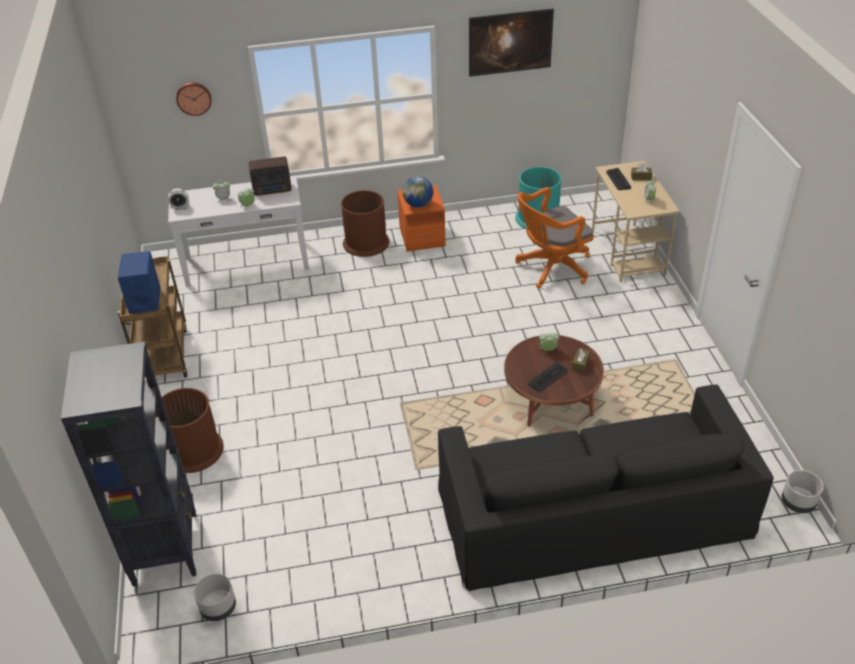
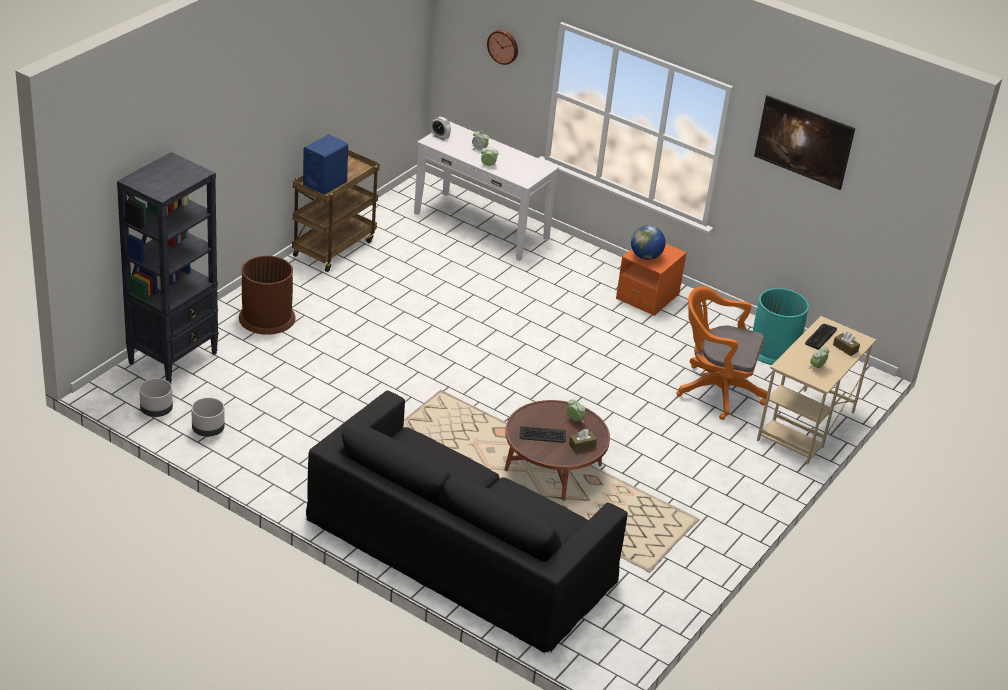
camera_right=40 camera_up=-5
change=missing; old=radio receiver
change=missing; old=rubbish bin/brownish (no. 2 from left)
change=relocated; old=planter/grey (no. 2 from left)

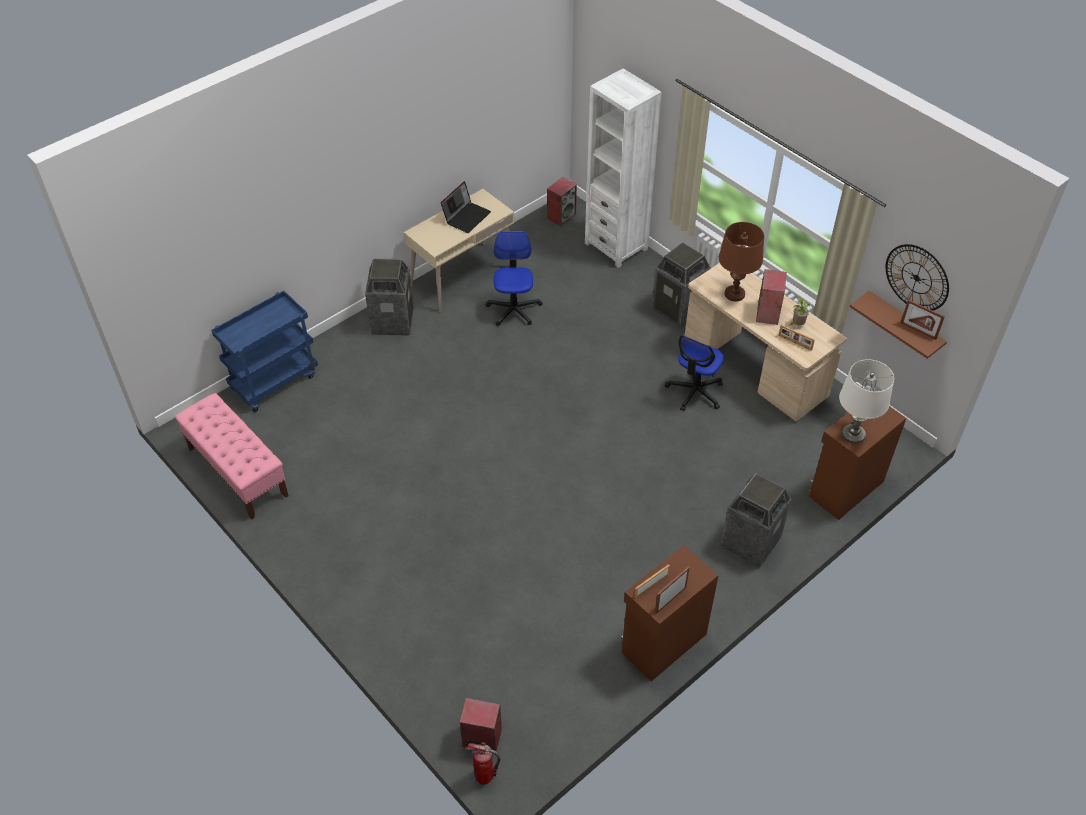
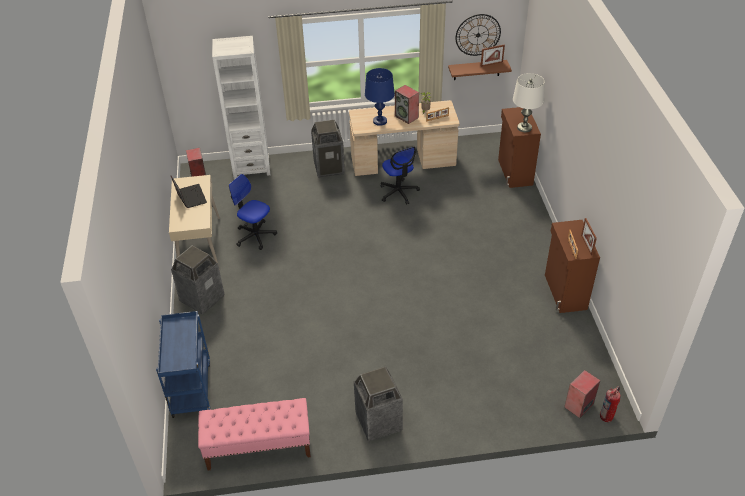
camera_right=-55 camera_up=-5
change=colour; old=tabletop lamp/brownish; new=tabletop lamp/blue
change=relocated; old=rubbish bin (no. 3 from left)

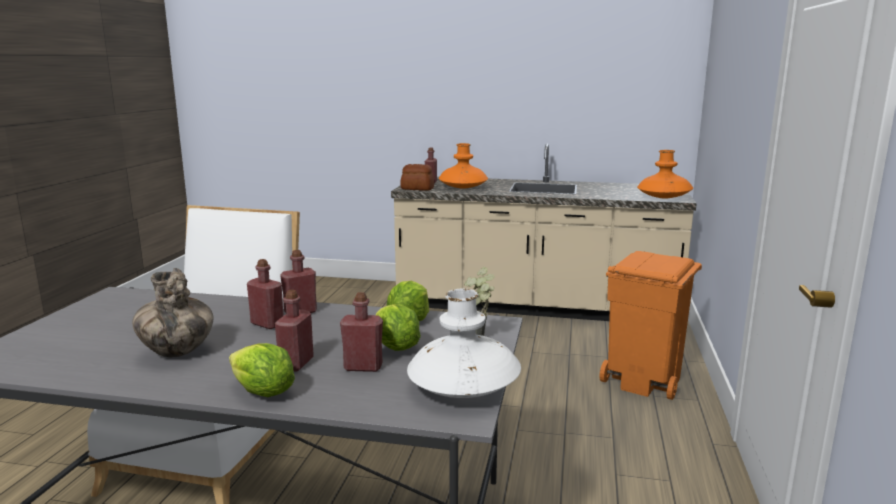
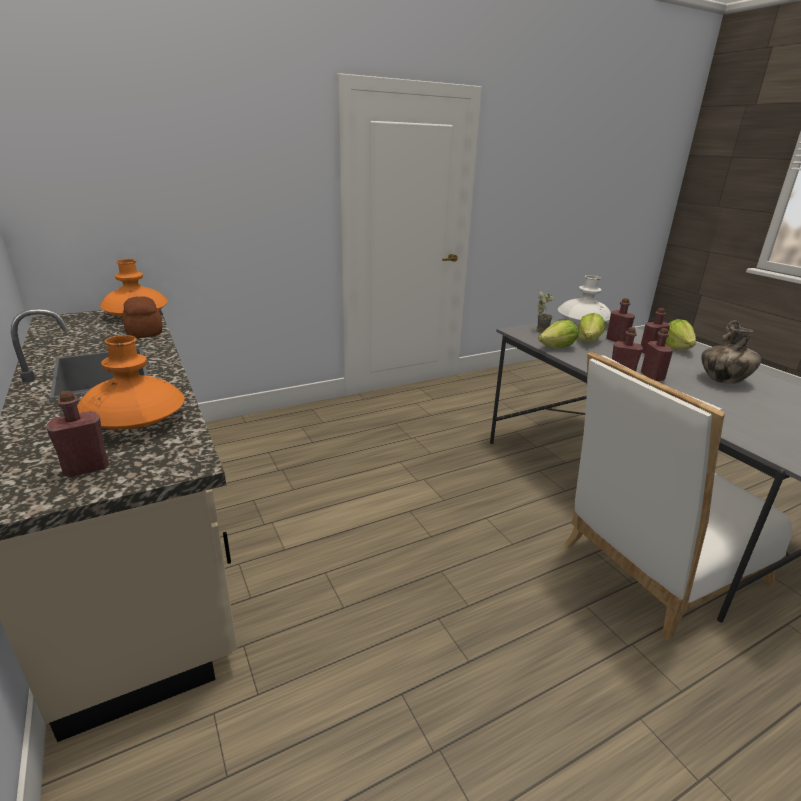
camera_right=-130 camera_up=10
change=relocated; old=baked bread
change=missing; old=rubbish bin/orange-coloured

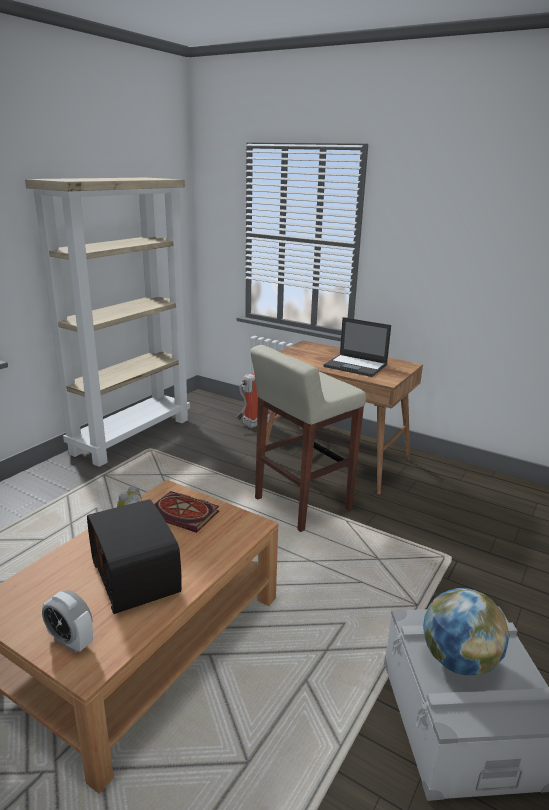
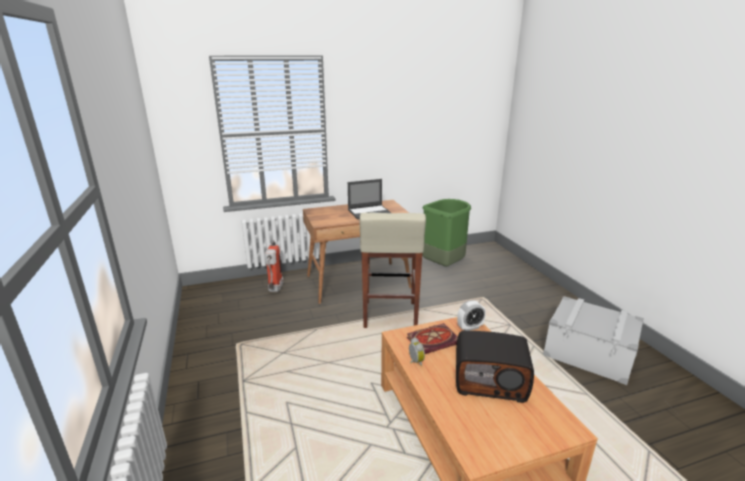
camera_right=-50 camera_up=0
change=missing; old=shelving unit/sand-coloured
change=missing; old=desk globe
change=relocated; old=bedside clock (no. 1 from left in the first image); new=bedside clock (no. 2 from left)
change=appeared; new=rubbish bin/greenish

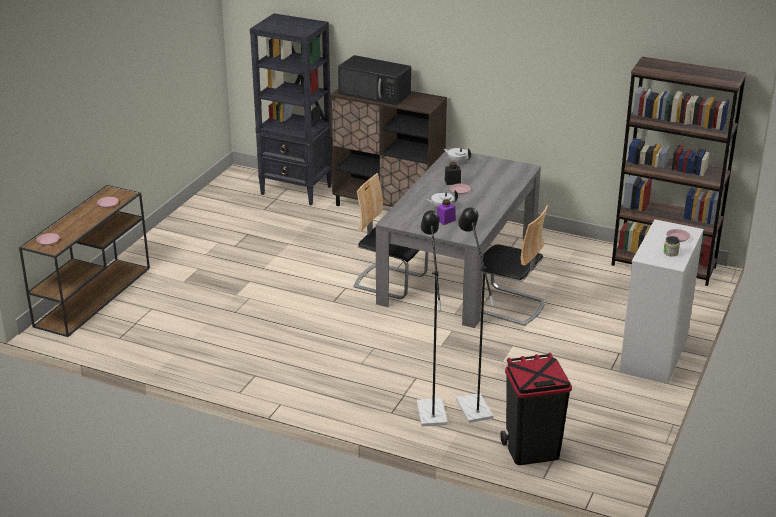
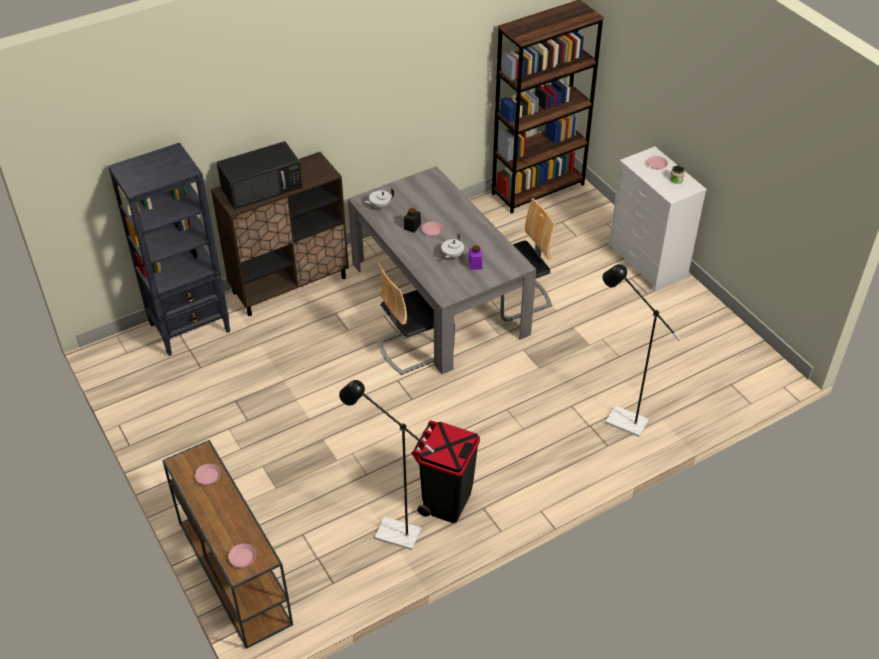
camera_right=-55 camera_up=15
change=relocated; old=standing lamp/black-coloured (no. 2 from left in the first image); new=standing lamp/black-coloured (no. 1 from left)
change=relocated; old=rubbish bin/black-coloured

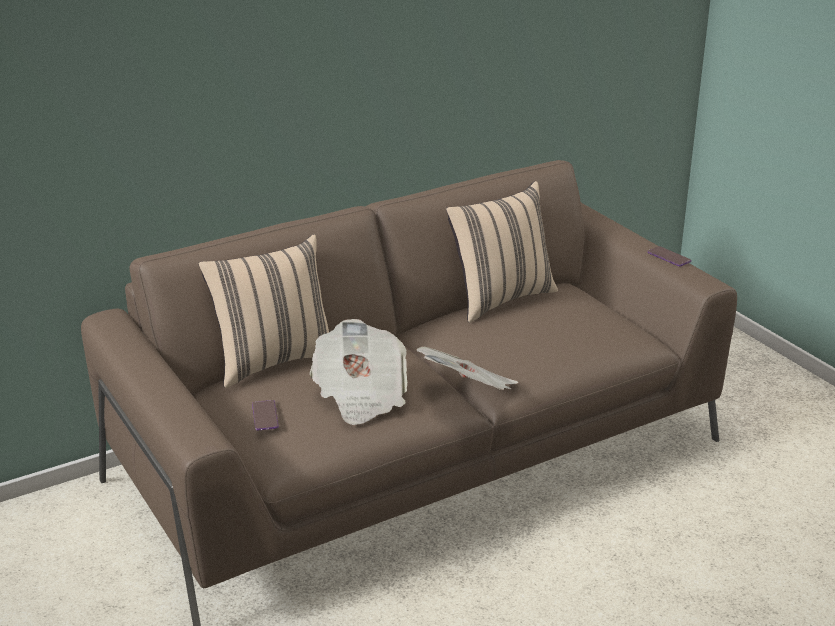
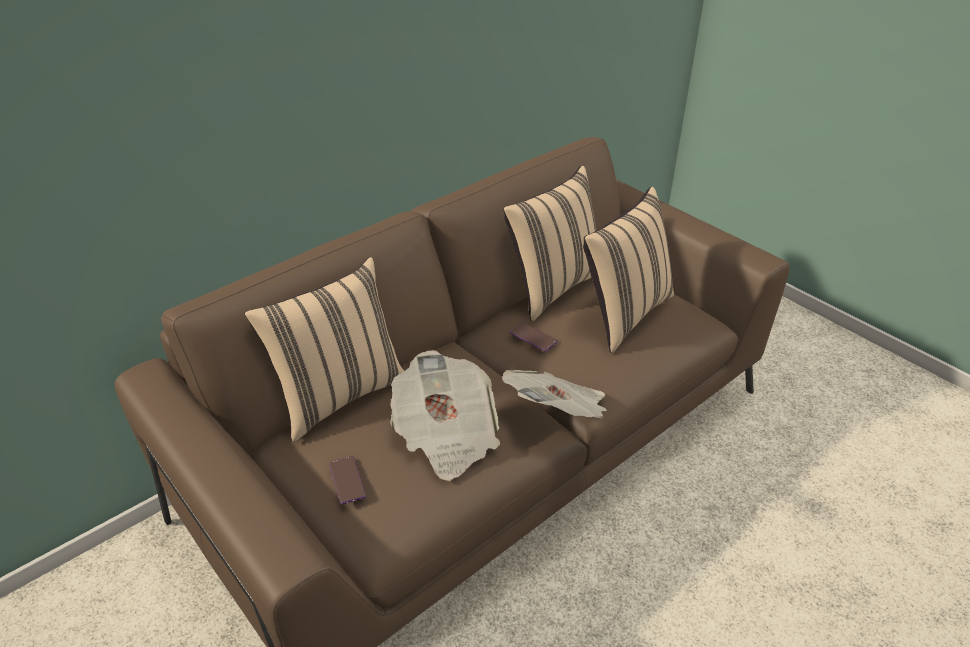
camera_right=-10 camera_up=10
change=relocated; old=telephone (no. 2 from left)
change=appeared; new=cushion/sand-coloured (no. 3 from left)

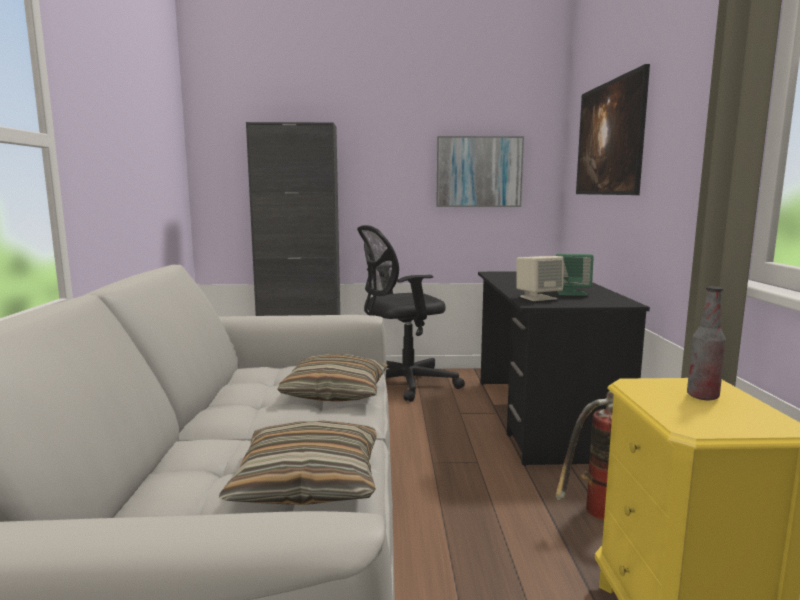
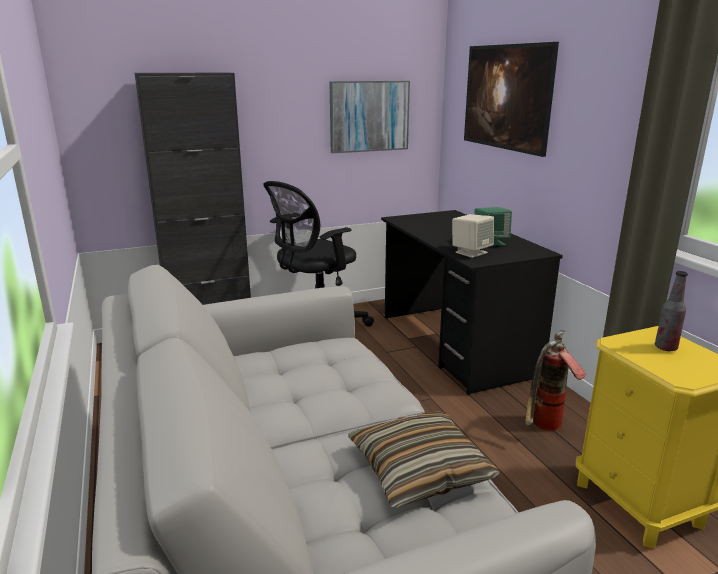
camera_right=-20 camera_up=10
change=missing; old=cushion (no. 2 from left)

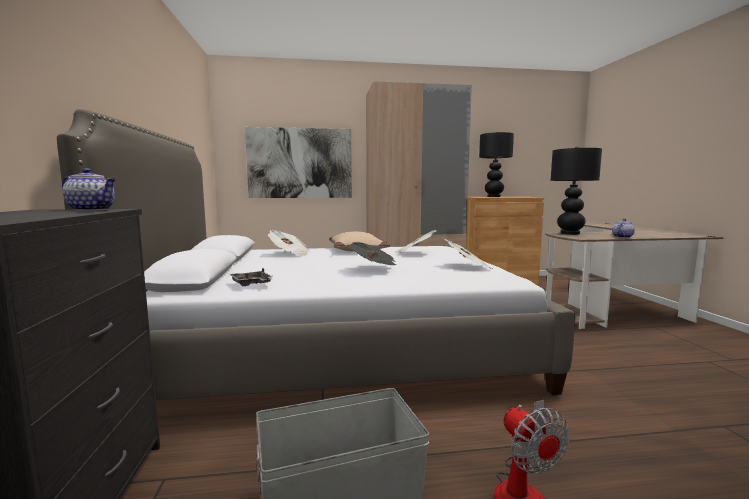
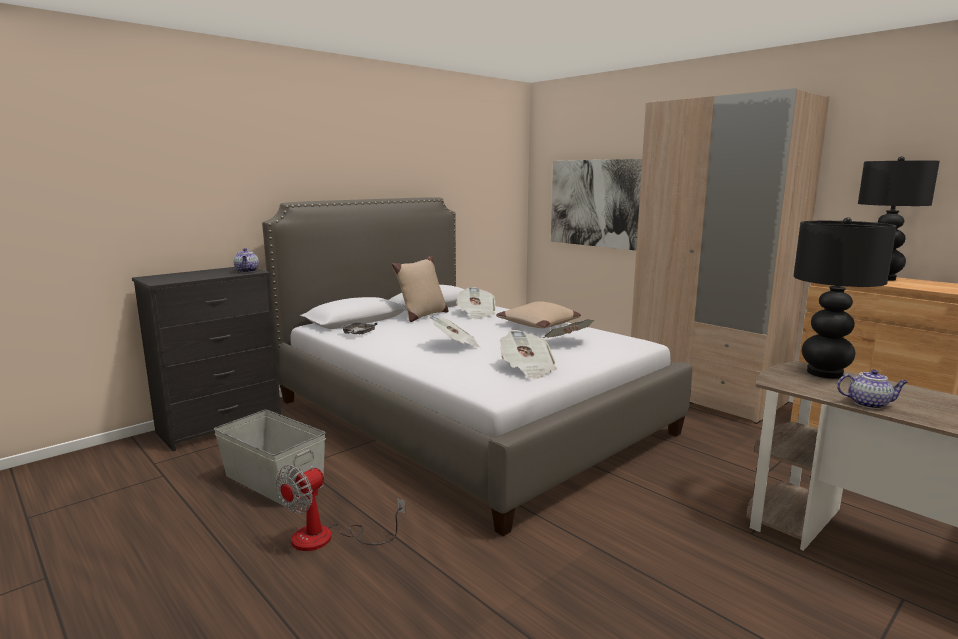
camera_right=55 camera_up=5
change=appeared; new=cushion/sand-coloured (no. 1 from left)

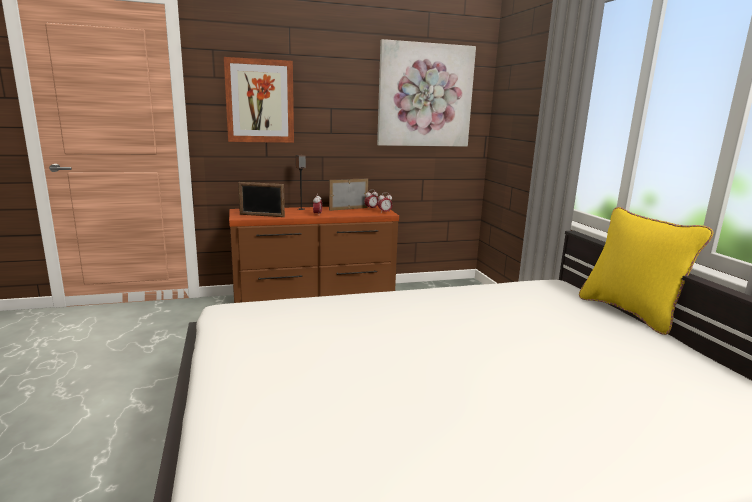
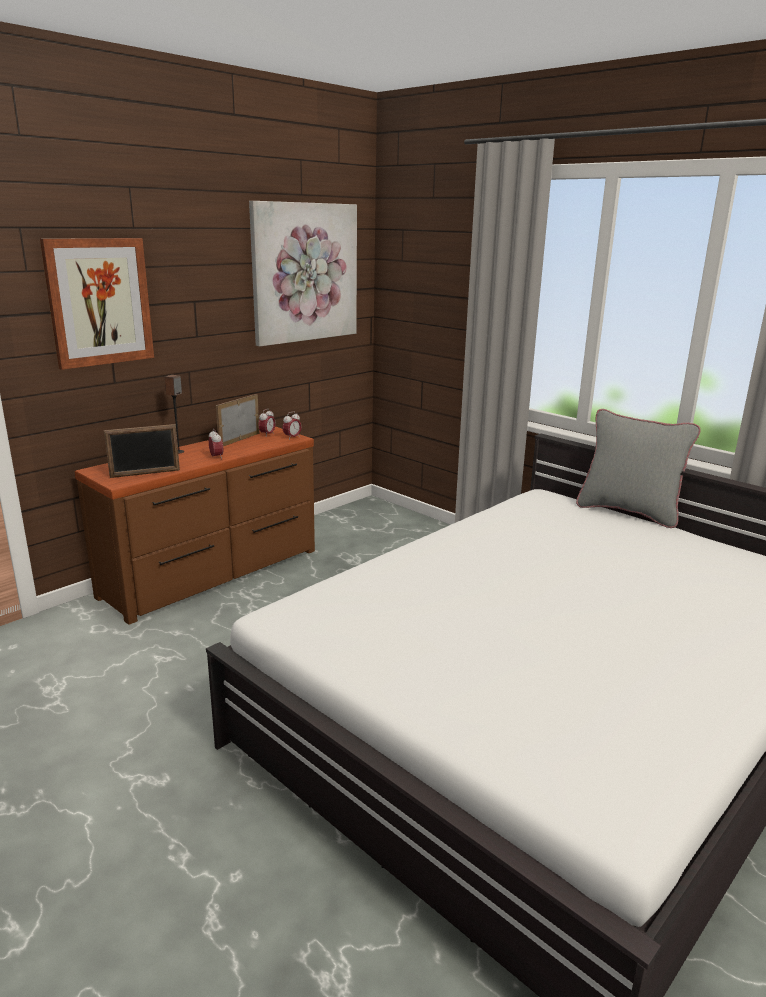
camera_right=-30 camera_up=5
change=colour; old=cushion/yellowish; new=cushion/grey

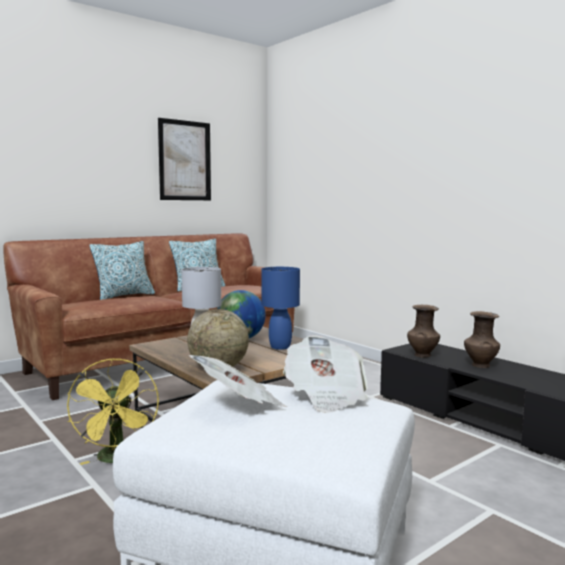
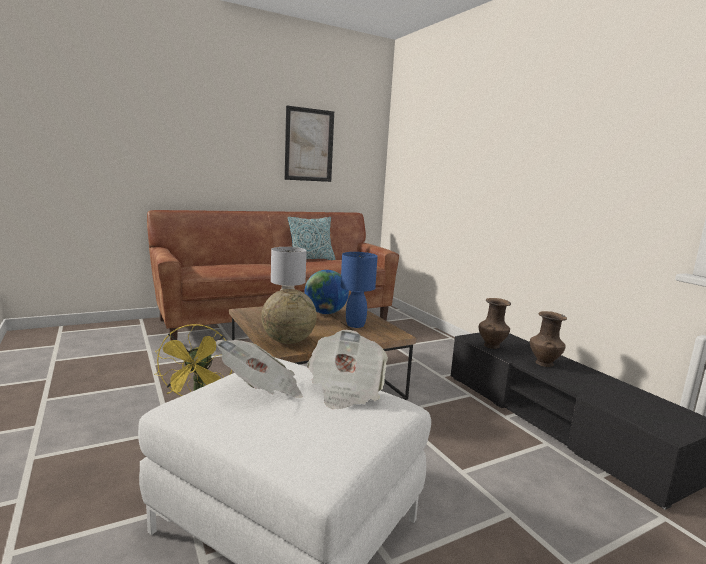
camera_right=10 camera_up=5
change=missing; old=cushion (no. 1 from left)

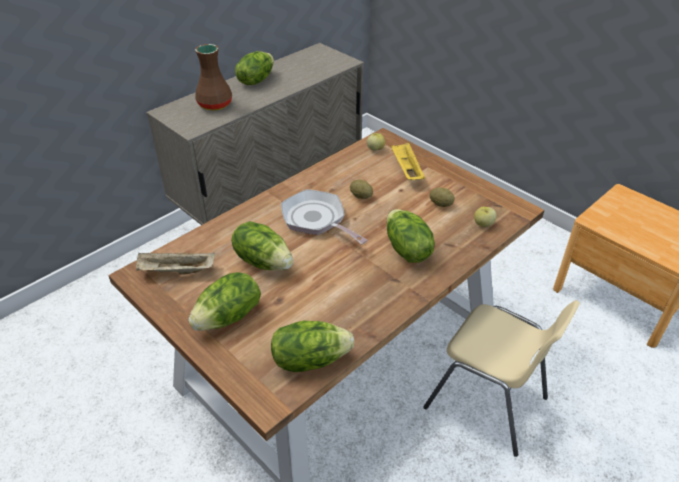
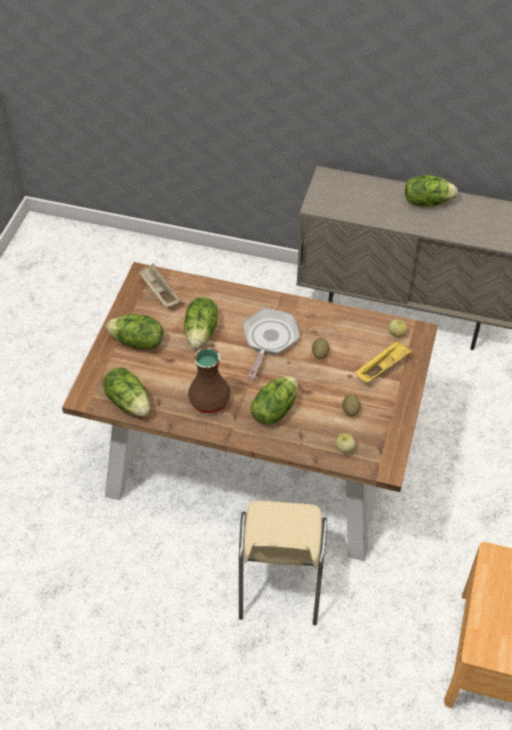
camera_right=60 camera_up=10
change=relocated; old=vase/brownish

